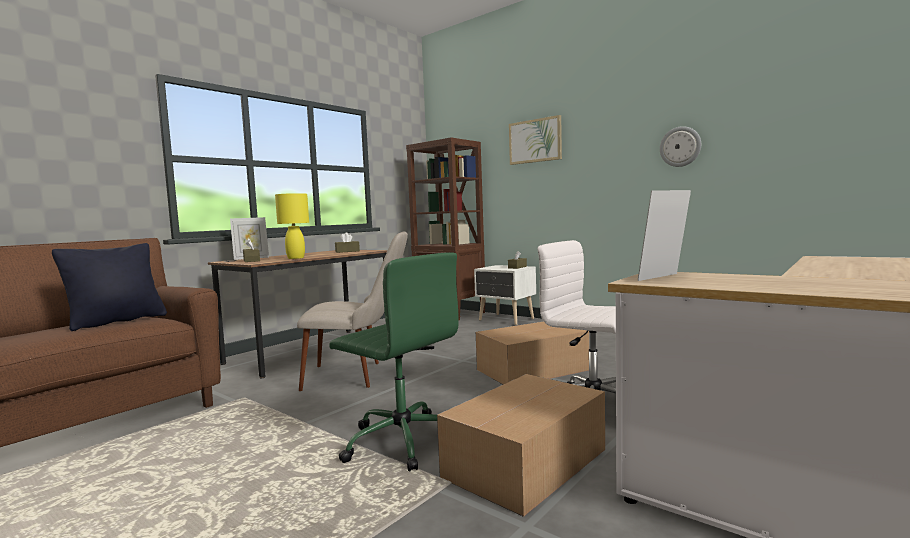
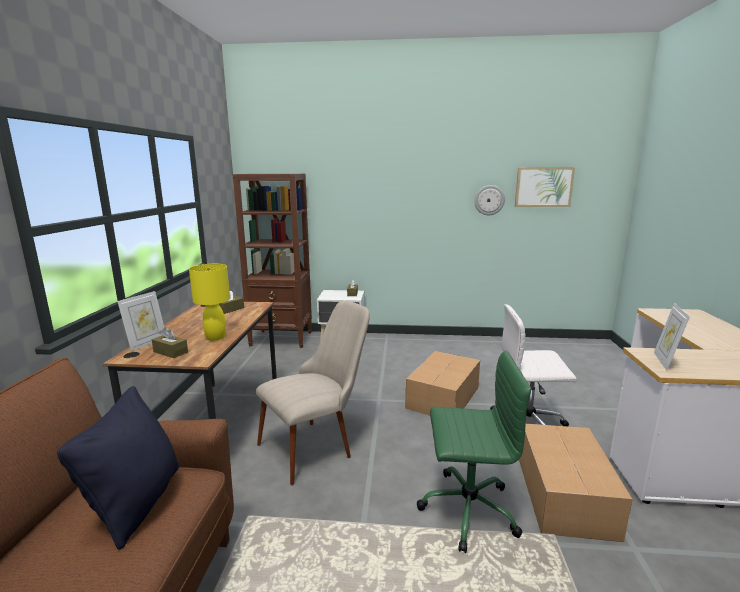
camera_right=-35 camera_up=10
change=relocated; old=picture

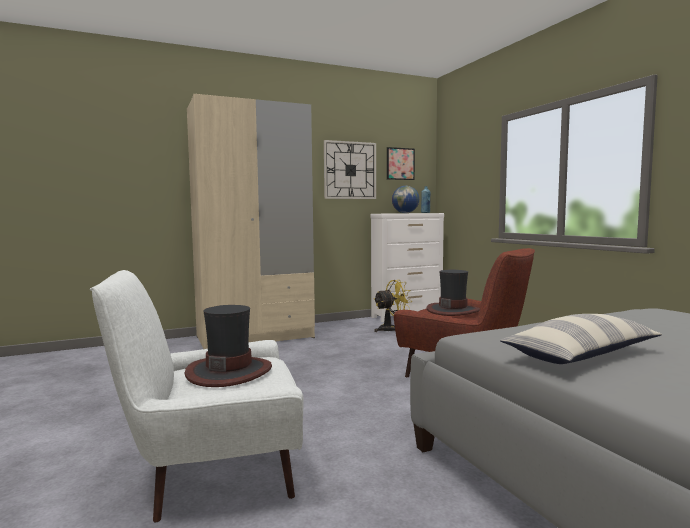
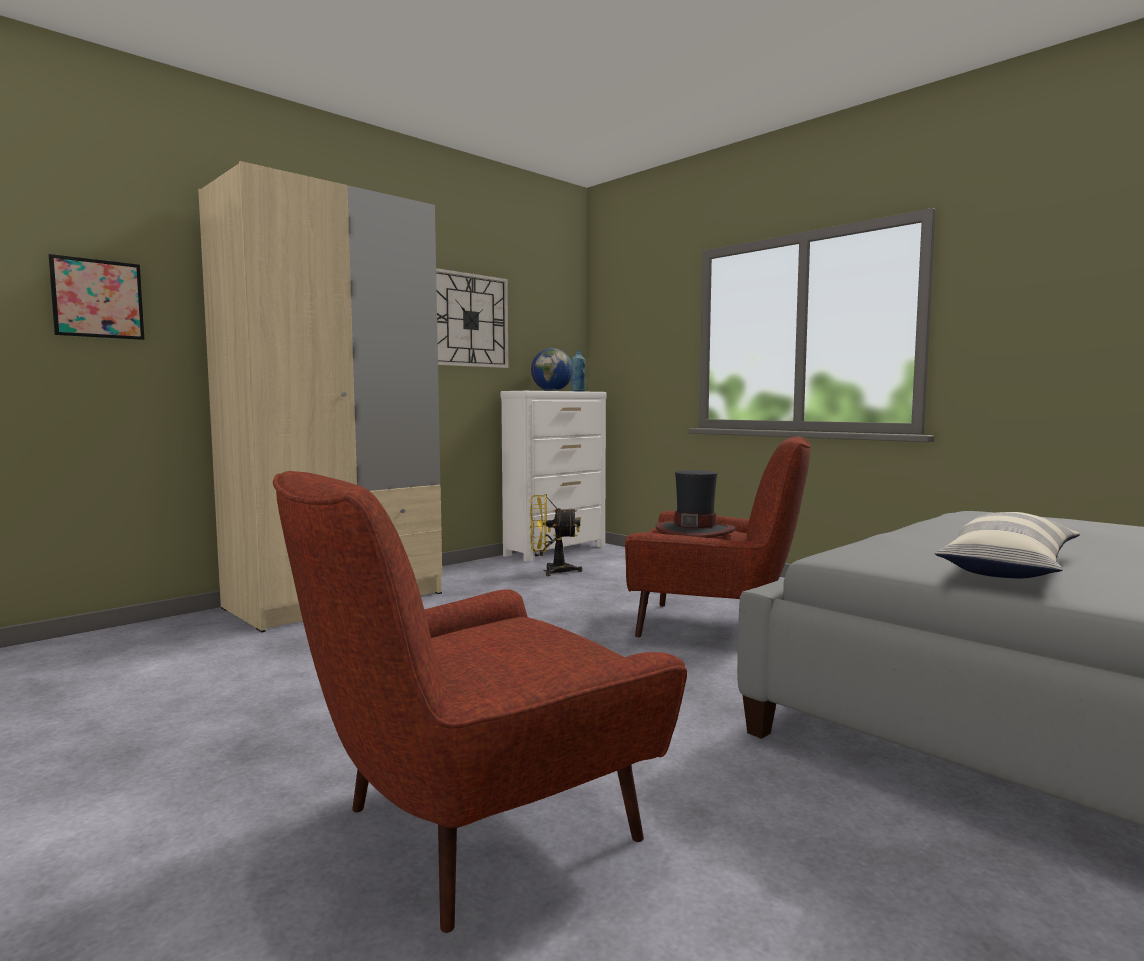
camera_right=-20 camera_up=0
change=relocated; old=picture
change=colour; old=lounge chair/white; new=lounge chair/reddish (no. 1 from left)
change=spun; old=electric fan/yellowish; degrees=-135
change=missing; old=hat (no. 1 from left)

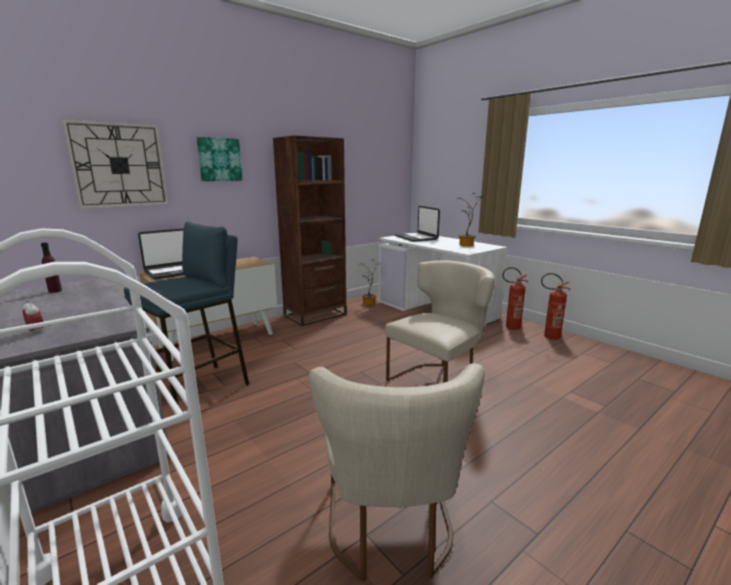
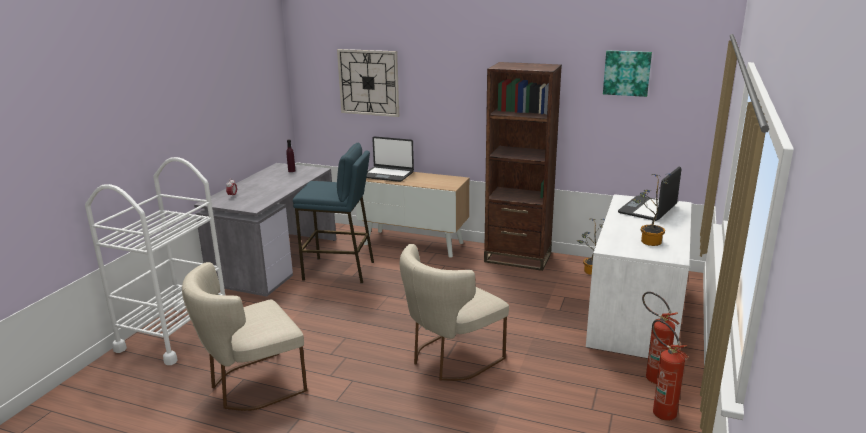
camera_right=60 camera_up=5
change=relocated; old=picture
change=spun; old=chair/sand-coloured (no. 2 from left); degrees=120

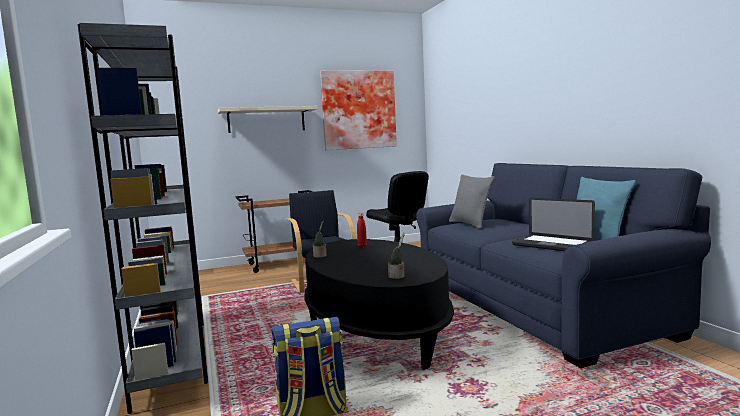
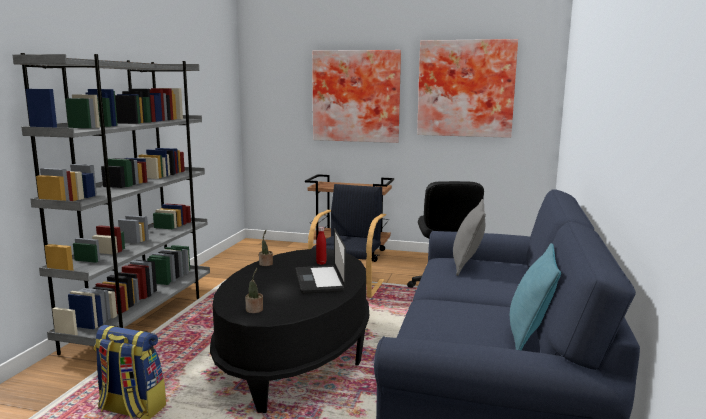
camera_right=35 camera_up=5
change=exchanged; old=shelf/sand-coloured; new=picture (no. 1 from left)
change=relocated; old=portable computer

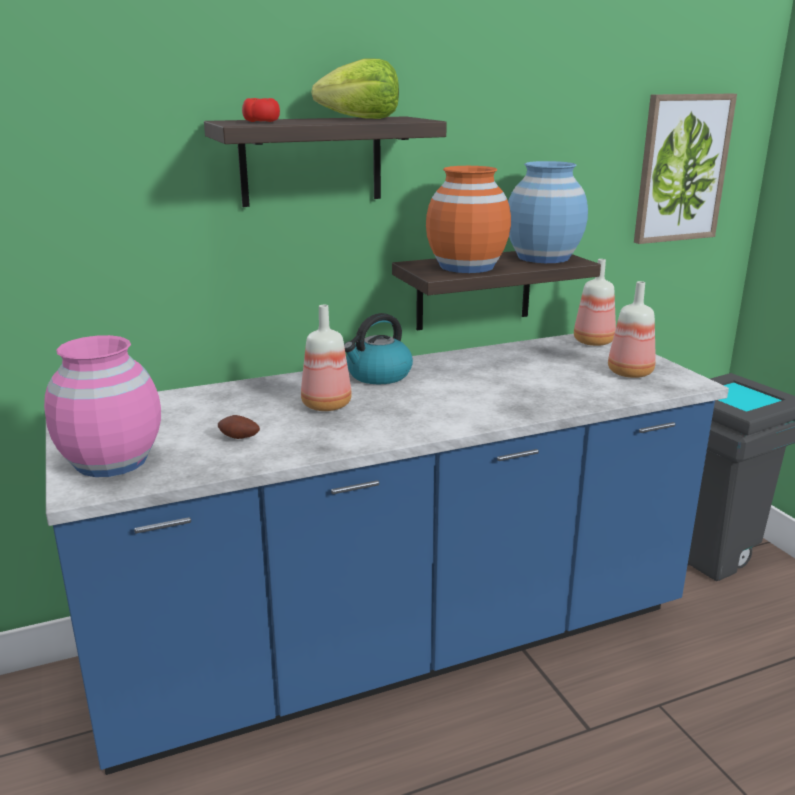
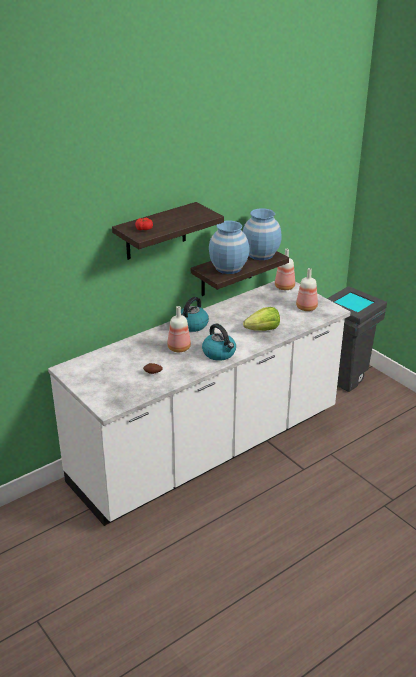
camera_right=-15 camera_up=10
change=relocated; old=lettuce
change=missing; old=picture
change=colour; old=vase/orange-coloured; new=vase/blue (no. 1 from left)
change=colour; old=counter/blue; new=counter/white
change=missing; old=vase/pink
change=appeared; new=kettle (no. 2 from left)

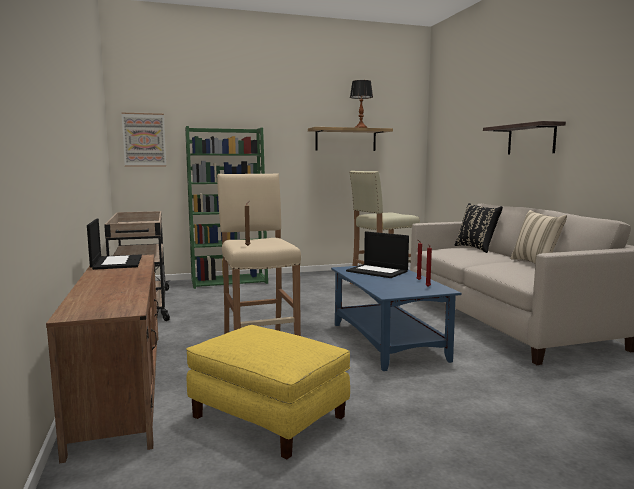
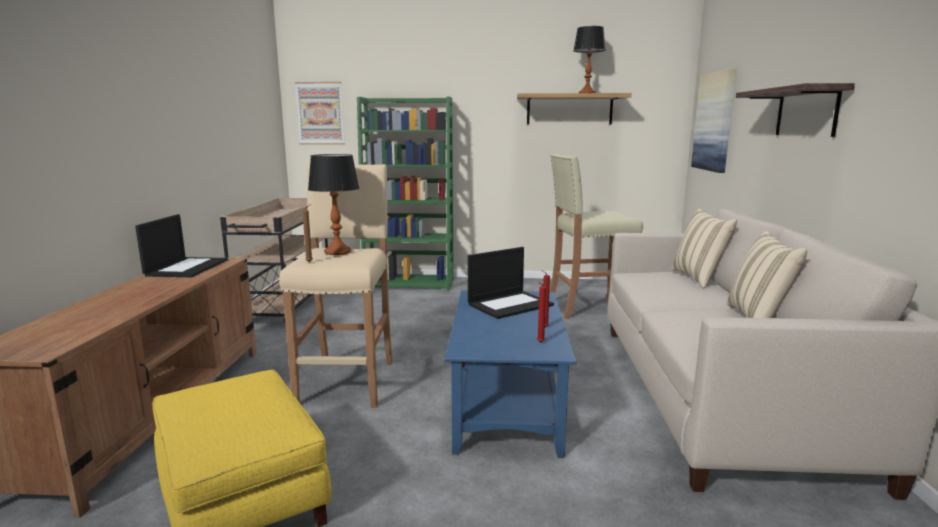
camera_right=20 camera_up=5
change=colour; old=cushion/black-coloured; new=cushion/sand-coloured (no. 1 from left)
change=spun; old=portable computer (no. 2 from left); degrees=-90
change=appeared; new=picture (no. 2 from left)
change=appeared; new=tabletop lamp (no. 1 from left)

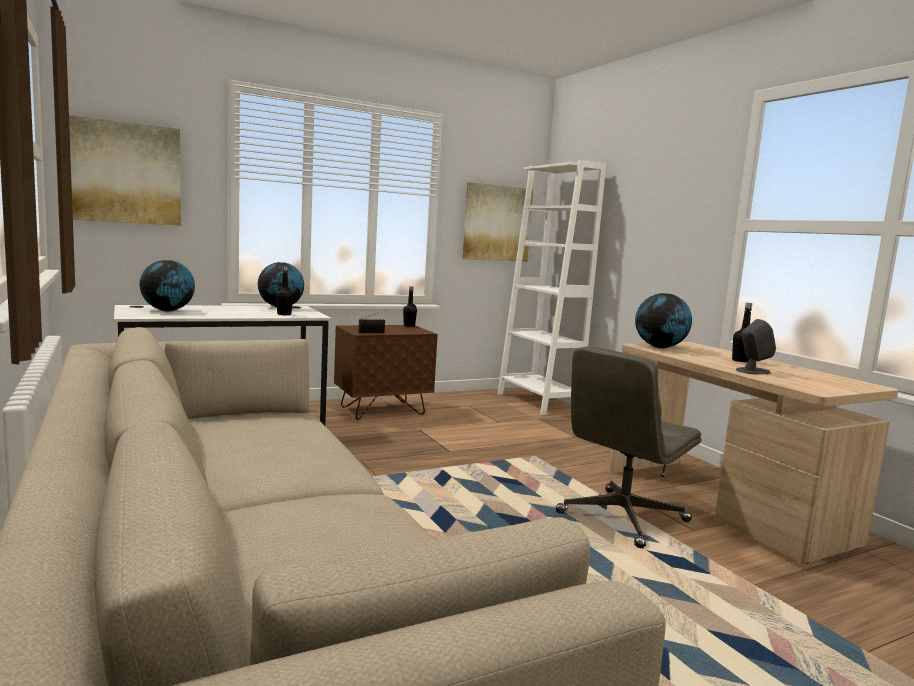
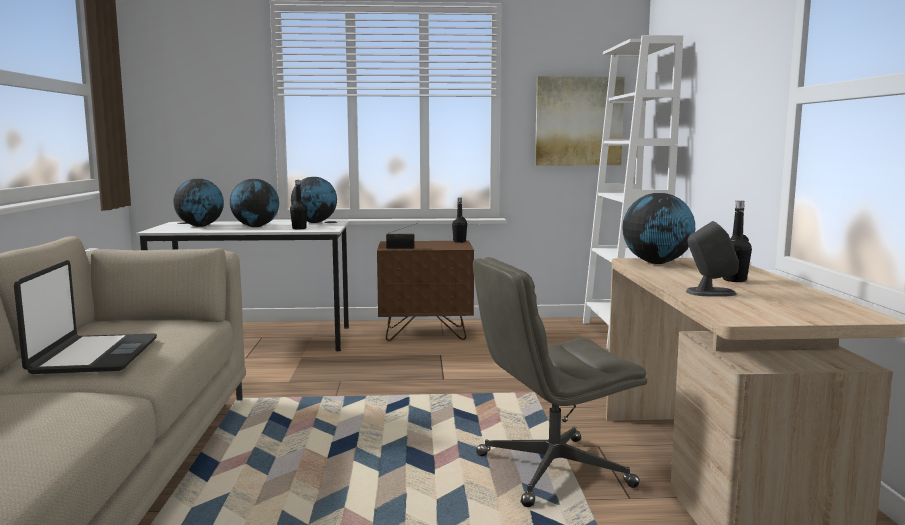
camera_right=25 camera_up=0
change=missing; old=picture (no. 1 from left)
change=appeared; new=desk globe (no. 2 from left)
change=appeared; new=portable computer

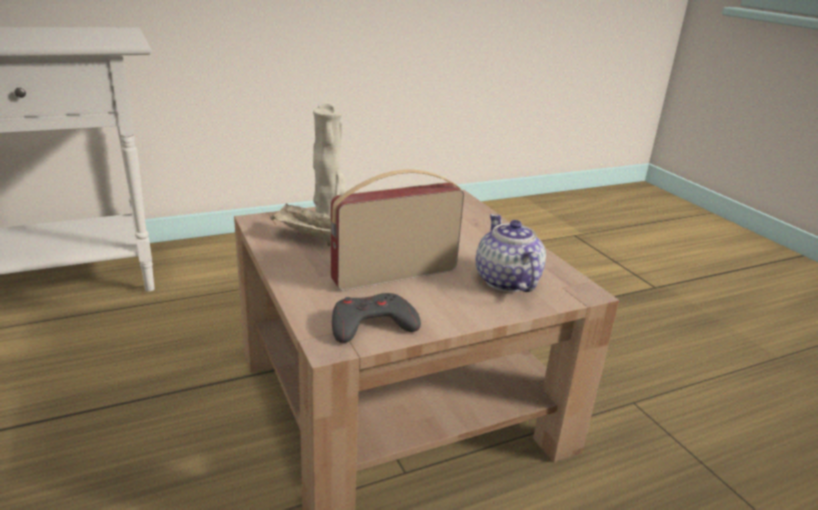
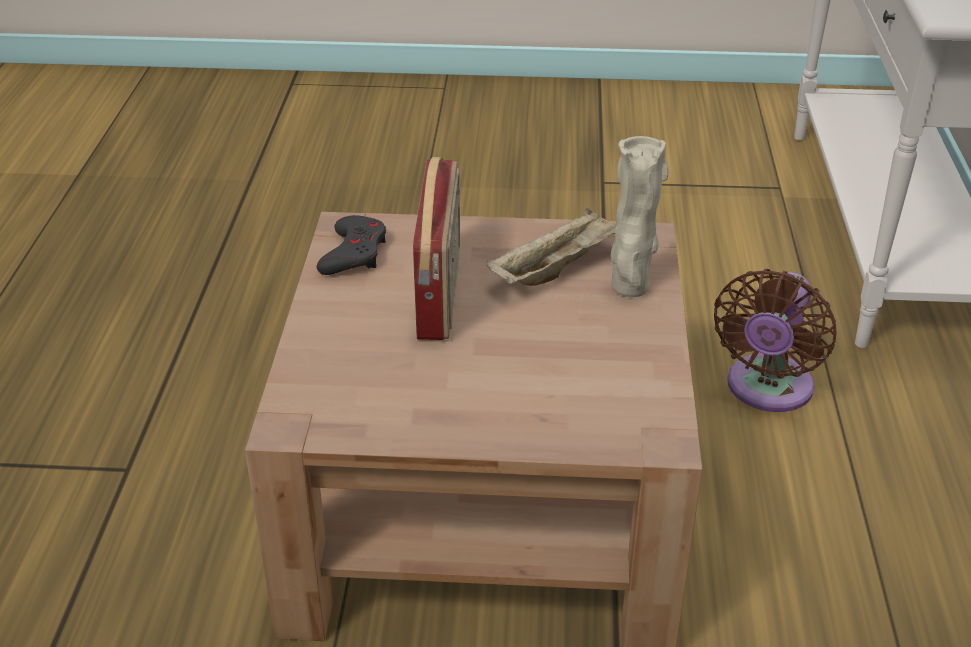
camera_right=120 camera_up=10
change=missing; old=pot for tea
change=appeared; new=electric fan/brownish

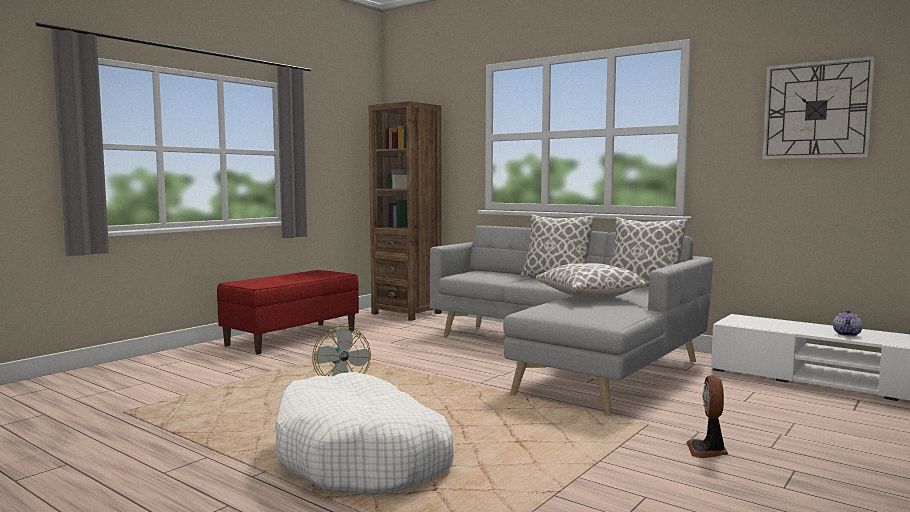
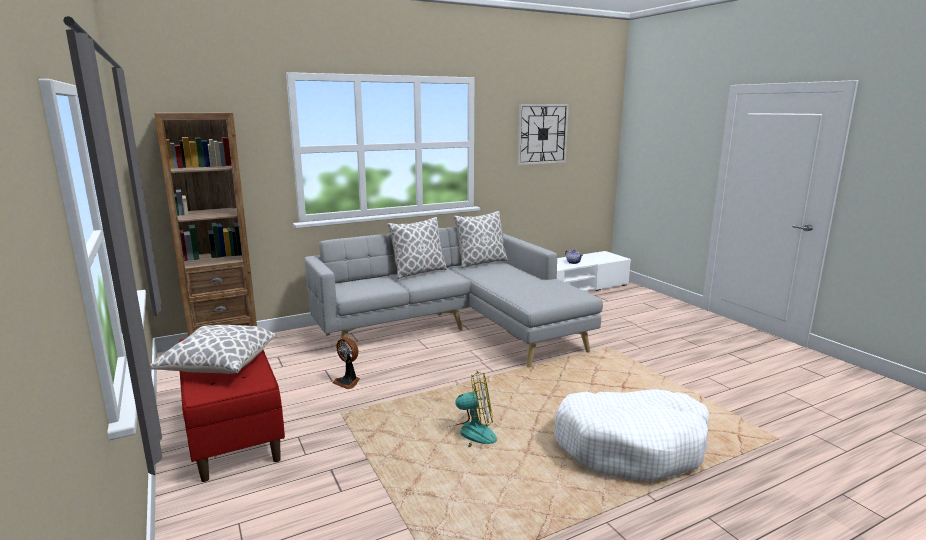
camera_right=-65 camera_up=10
change=relocated; old=cushion (no. 2 from left in the first image); new=cushion (no. 1 from left)
change=relocated; old=electric fan (no. 2 from left in the first image); new=electric fan (no. 1 from left)

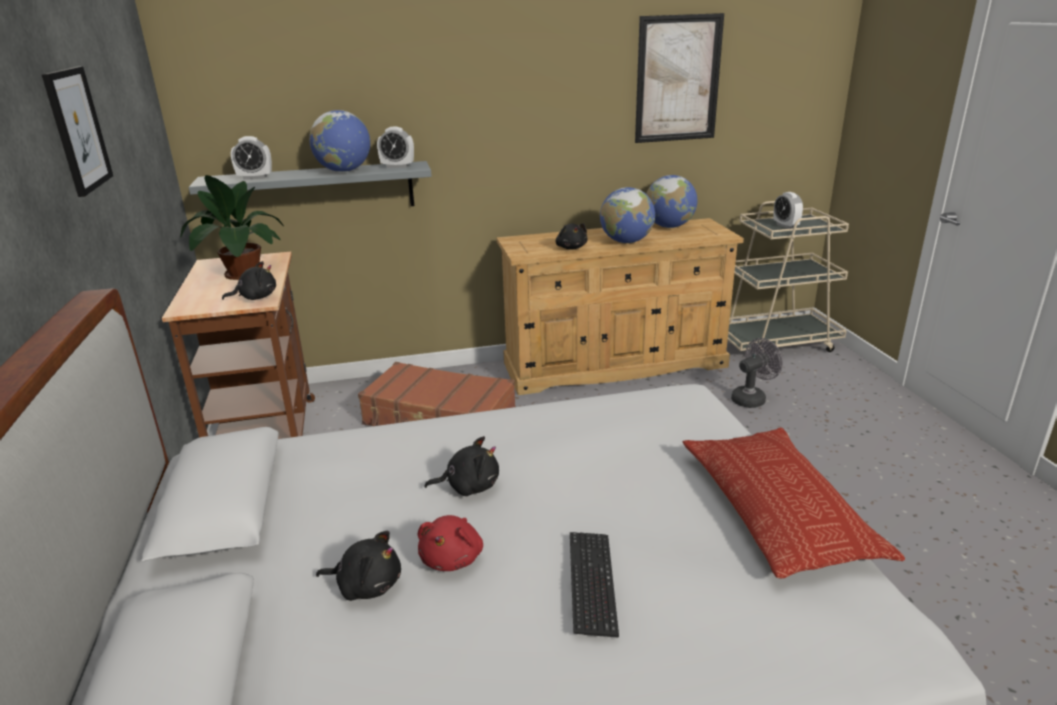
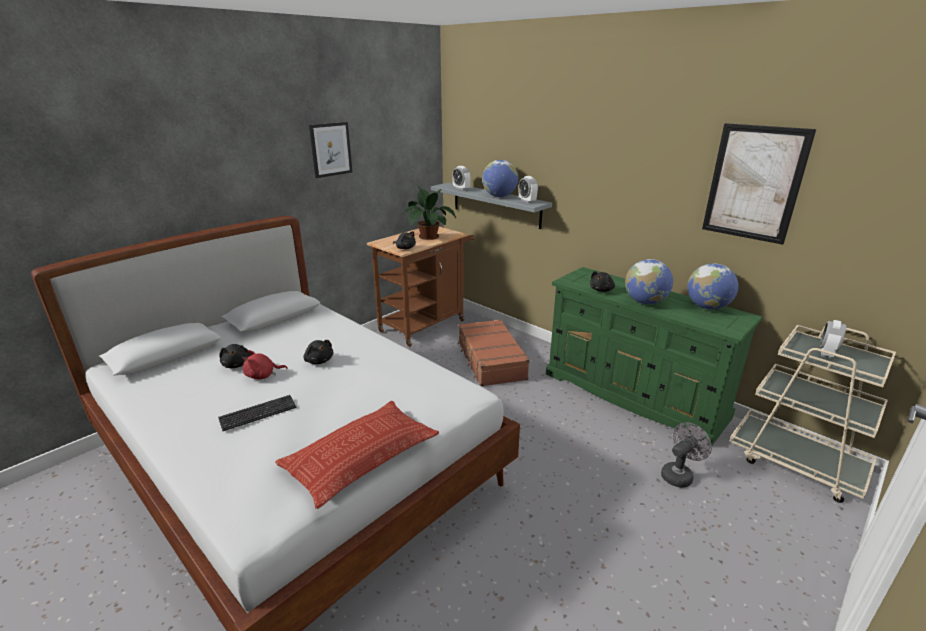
camera_right=55 camera_up=0
change=colour; old=dresser/sand-coloured; new=dresser/greenish
change=spun; old=electric fan/grey; degrees=-60

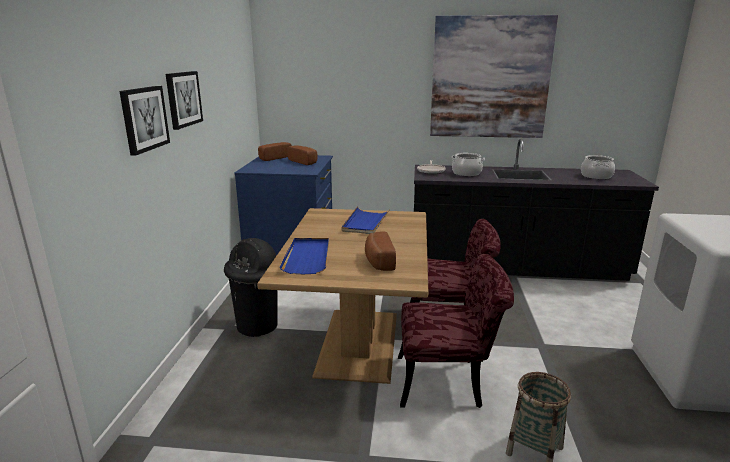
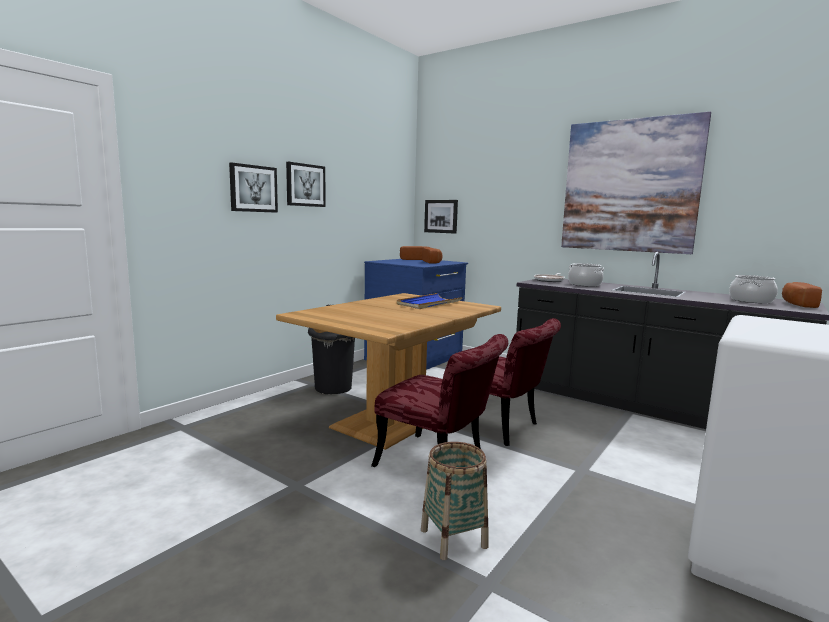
camera_right=30 camera_up=-10
change=relocated; old=baked bread (no. 3 from left)
change=missing; old=serving tray/blue (no. 1 from left)
change=appeared; new=picture (no. 3 from left)

